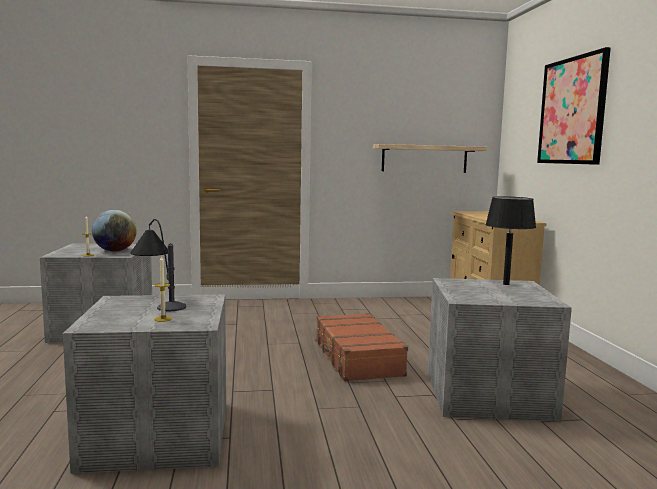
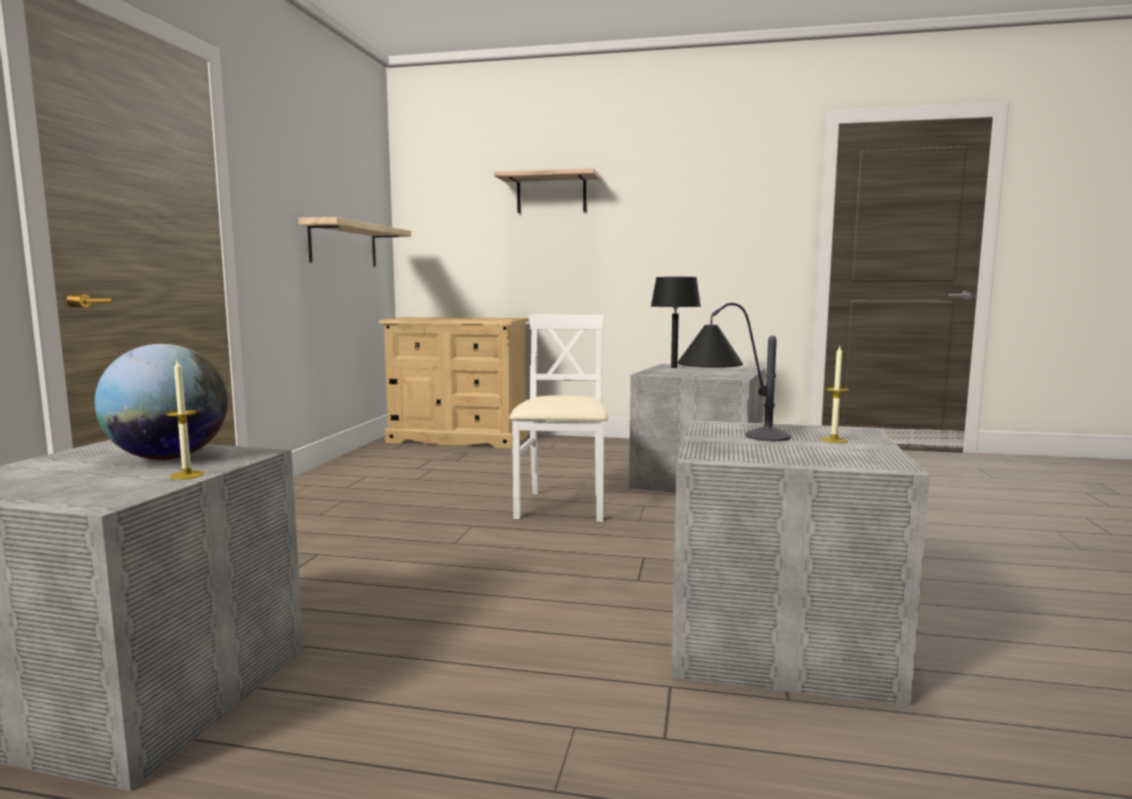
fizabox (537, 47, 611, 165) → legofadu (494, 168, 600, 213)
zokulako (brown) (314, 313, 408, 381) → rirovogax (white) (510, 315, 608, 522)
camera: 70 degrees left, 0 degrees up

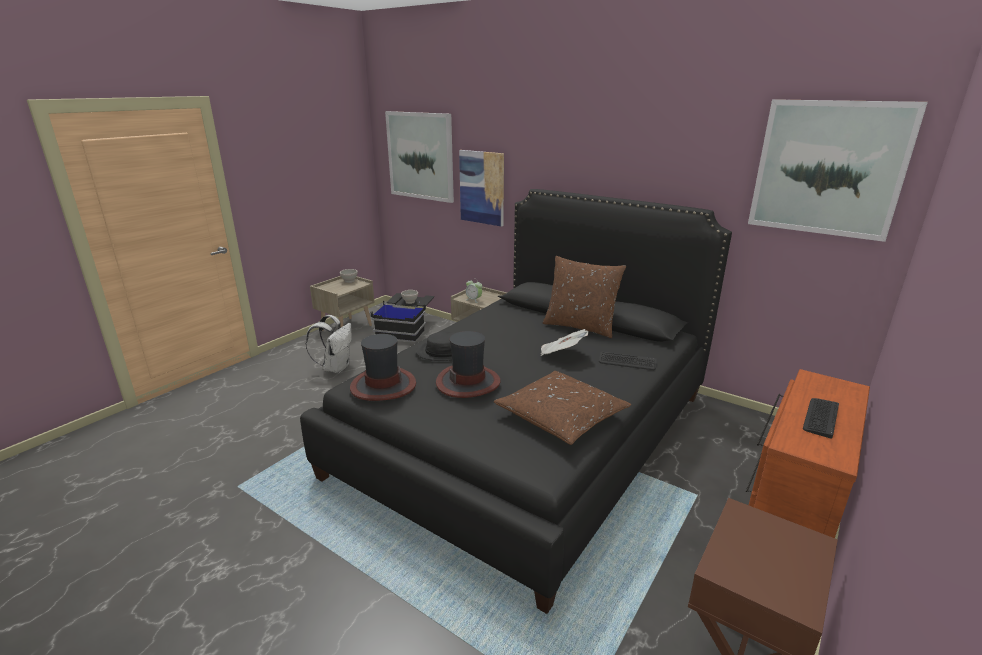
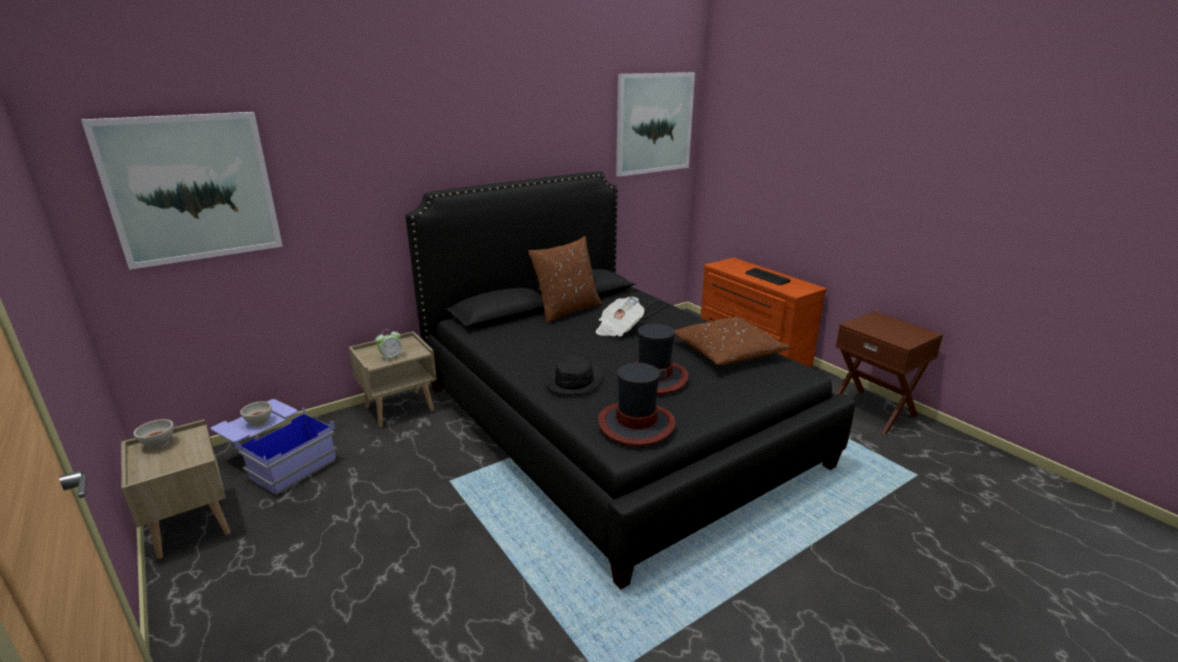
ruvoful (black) (370, 293, 434, 342) → ruvoful (blue) (210, 399, 338, 495)
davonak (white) (306, 315, 352, 373) → -
fizabox (459, 150, 504, 227) → -
camera: 70 degrees left, 0 degrees up

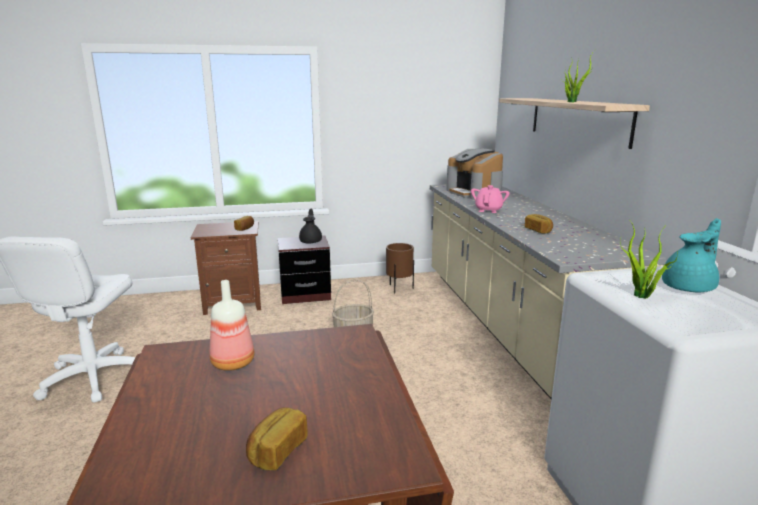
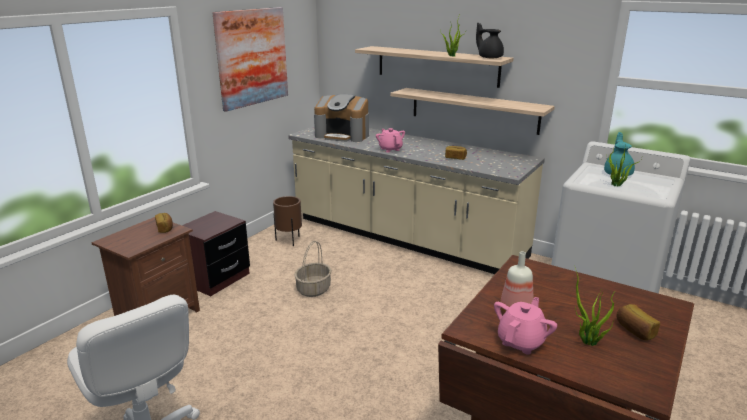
- → fizabox (212, 7, 288, 112)
- → legofadu (390, 88, 555, 135)
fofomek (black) (299, 209, 322, 244) → fofomek (black) (476, 23, 504, 58), move
- → fofomek (pink) (494, 297, 557, 354)
- → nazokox (574, 265, 616, 346)
camera: 45 degrees left, 5 degrees up

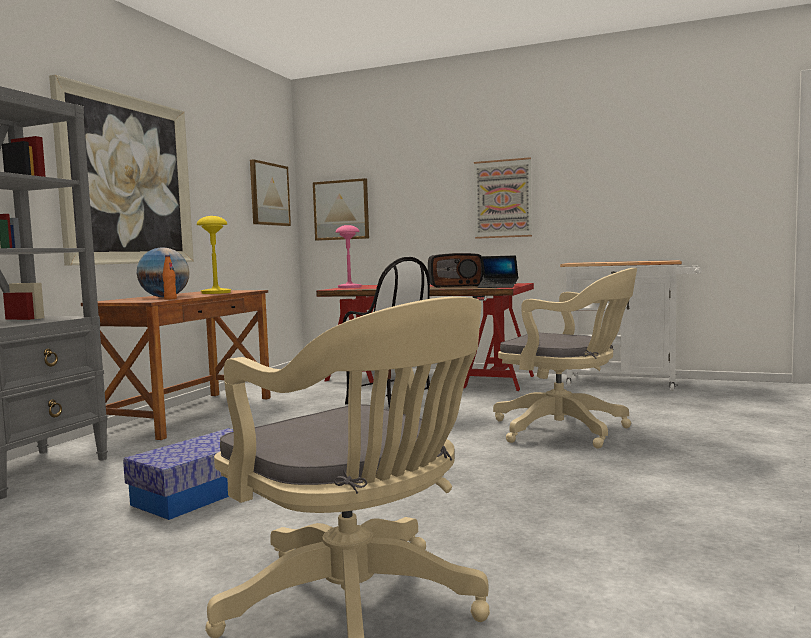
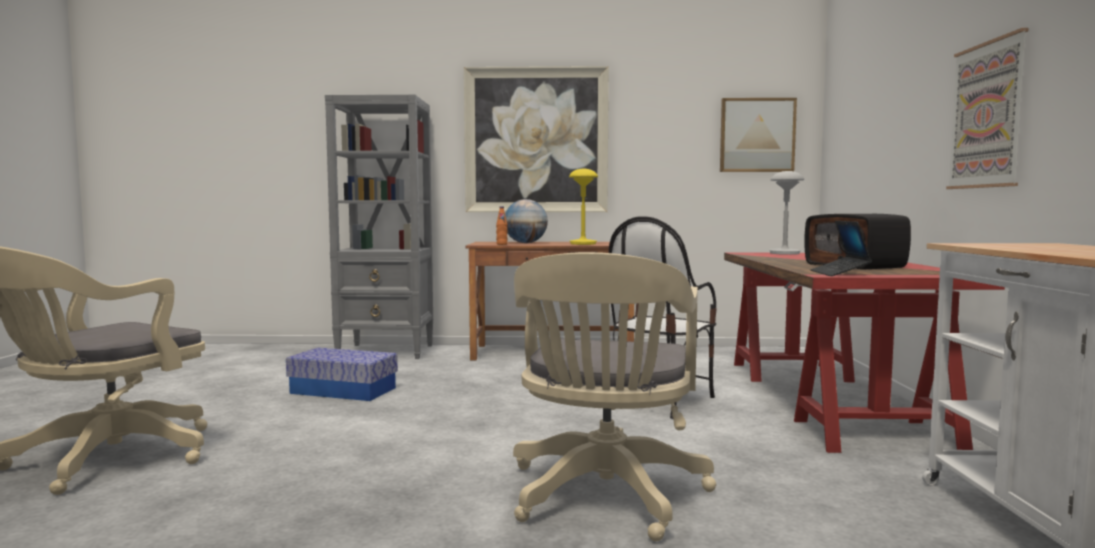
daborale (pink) (336, 225, 361, 288) → daborale (grey) (769, 171, 804, 255)
fizabox (313, 178, 369, 241) → -
camera: 70 degrees right, 0 degrees up

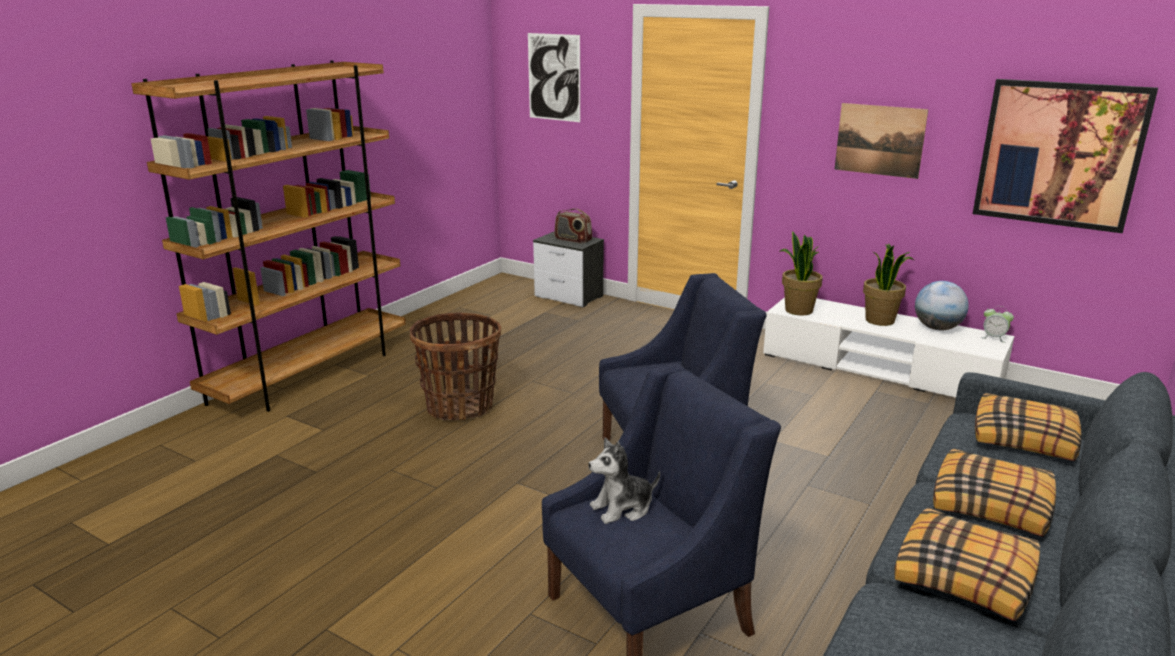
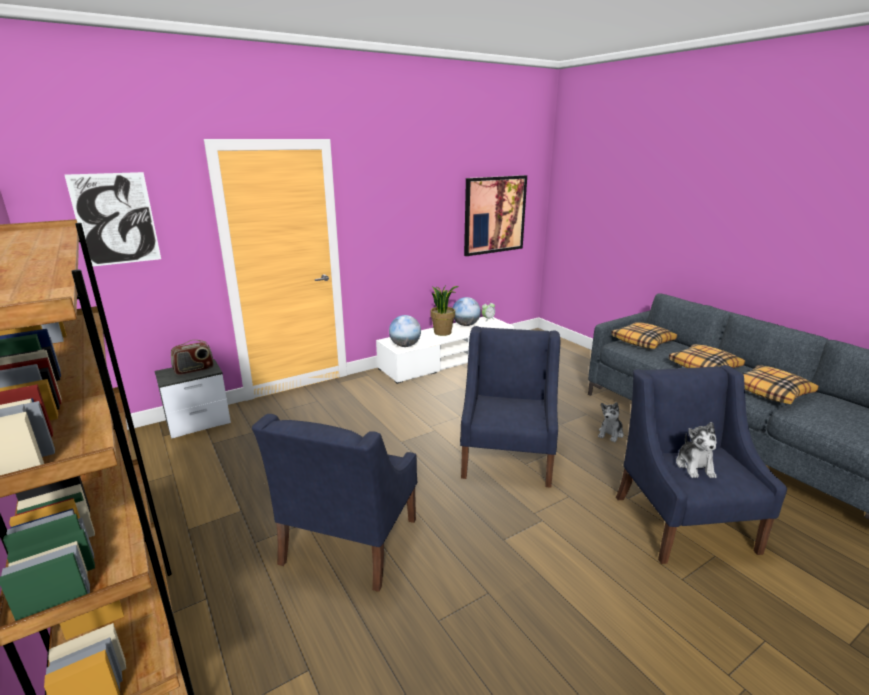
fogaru (410, 313, 501, 420) → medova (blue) (252, 414, 417, 592)
nazokox (779, 231, 823, 316) → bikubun (389, 315, 421, 347)
- → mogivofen (598, 402, 624, 442)
fizabox (835, 103, 928, 179) → -
camera: 65 degrees left, 0 degrees up

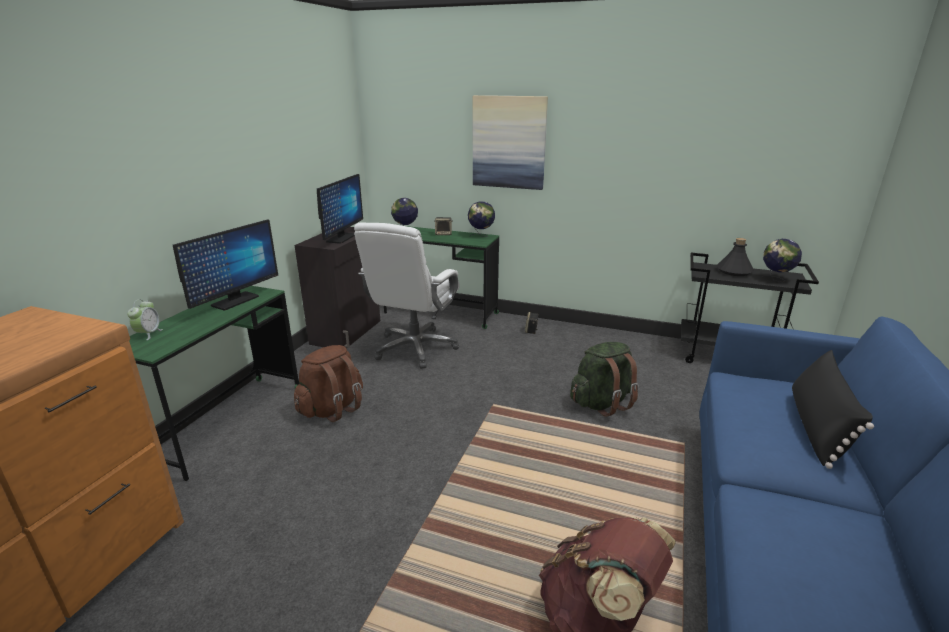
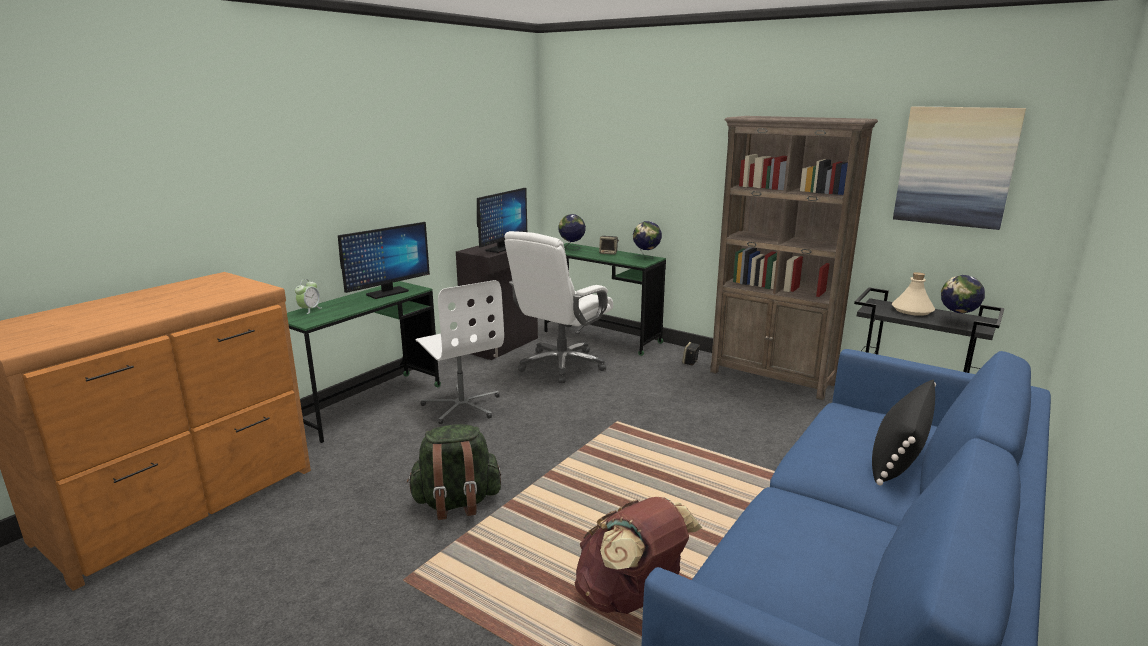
davonak (green) (570, 342, 639, 417) → davonak (green) (407, 424, 501, 520), move
davonak (brown) (294, 345, 363, 422) → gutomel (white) (415, 280, 504, 424)
- → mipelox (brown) (710, 116, 878, 400)
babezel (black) (717, 238, 754, 276) → babezel (beige) (892, 272, 935, 316)
fizabox (473, 95, 548, 190) → fizabox (893, 106, 1026, 230), move
camera: 15 degrees right, 5 degrees down

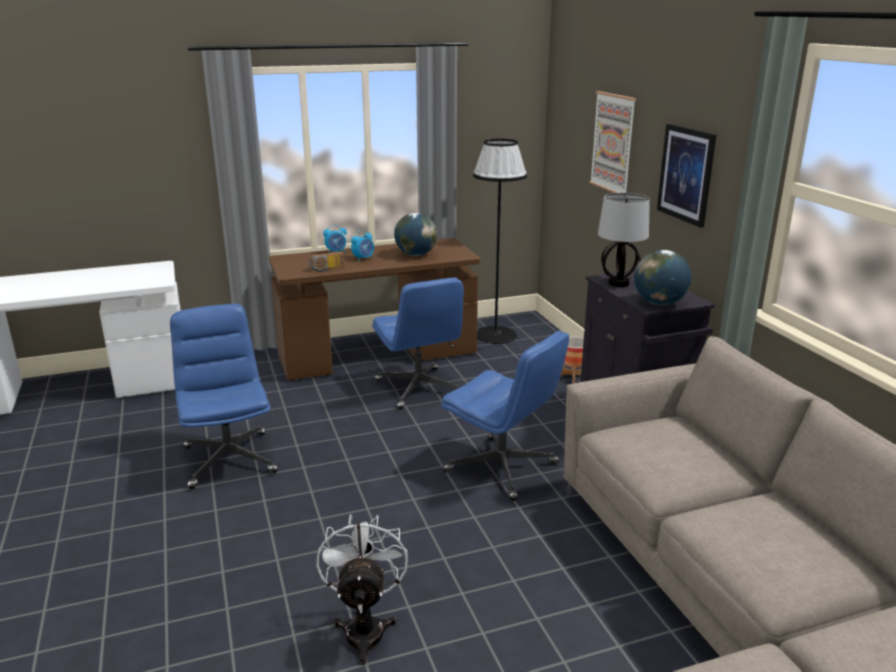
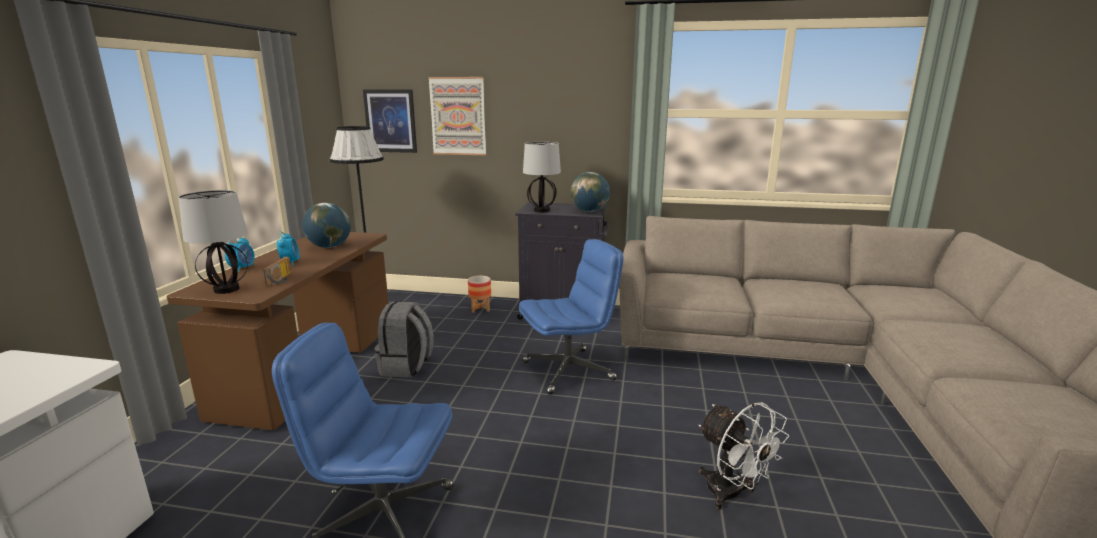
- → daborale (178, 190, 248, 294)
fizabox (657, 124, 716, 228) → fizabox (363, 90, 417, 153), move
gutomel (blue) (372, 278, 464, 409) → davonak (grey) (374, 301, 434, 378)
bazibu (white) (317, 514, 408, 665) → bazibu (white) (699, 402, 789, 510), 150 degrees counterclockwise
camera: 60 degrees left, 5 degrees down

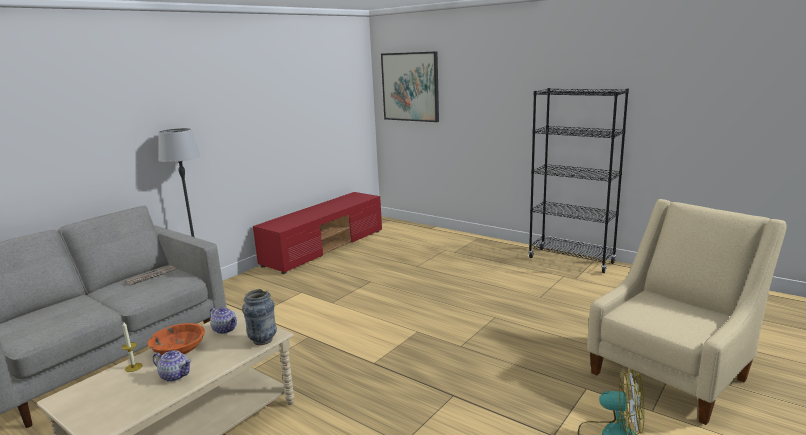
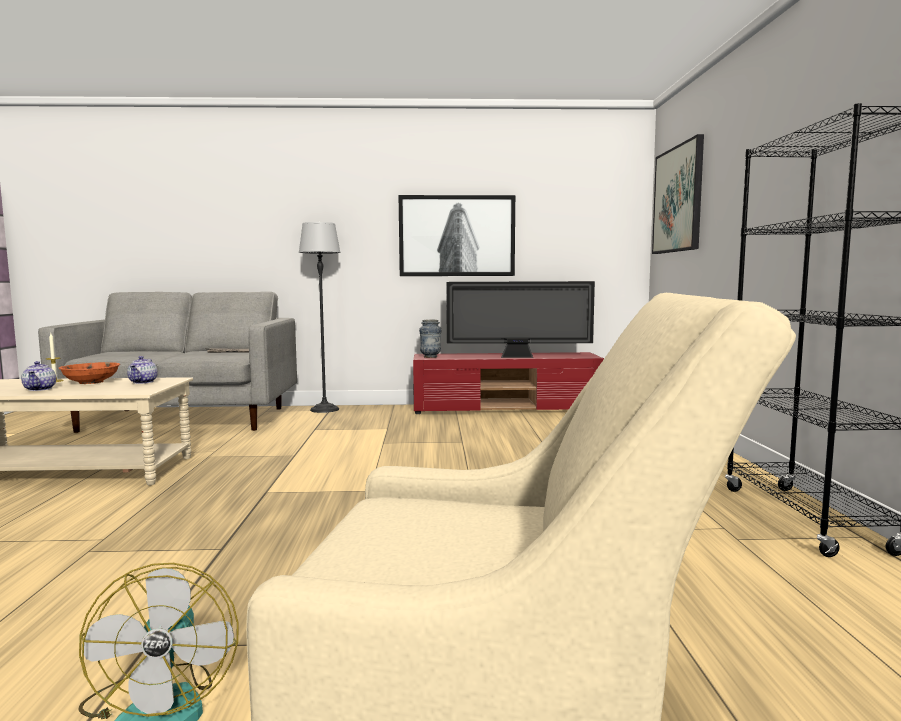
- → fizabox (399, 195, 515, 276)
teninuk (242, 289, 277, 345) → teninuk (419, 320, 442, 358), move
- → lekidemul (446, 281, 595, 358)
camera: 50 degrees right, 10 degrees down

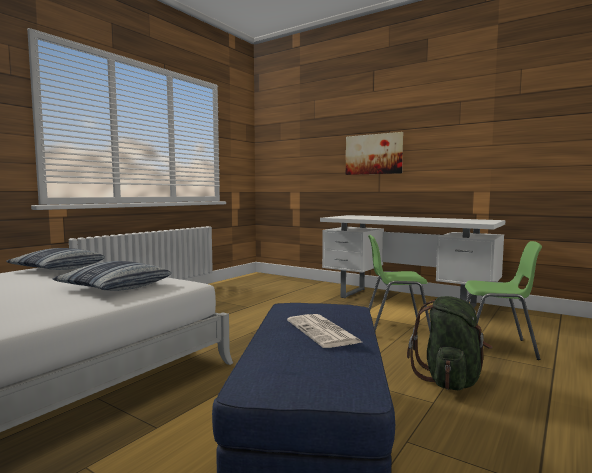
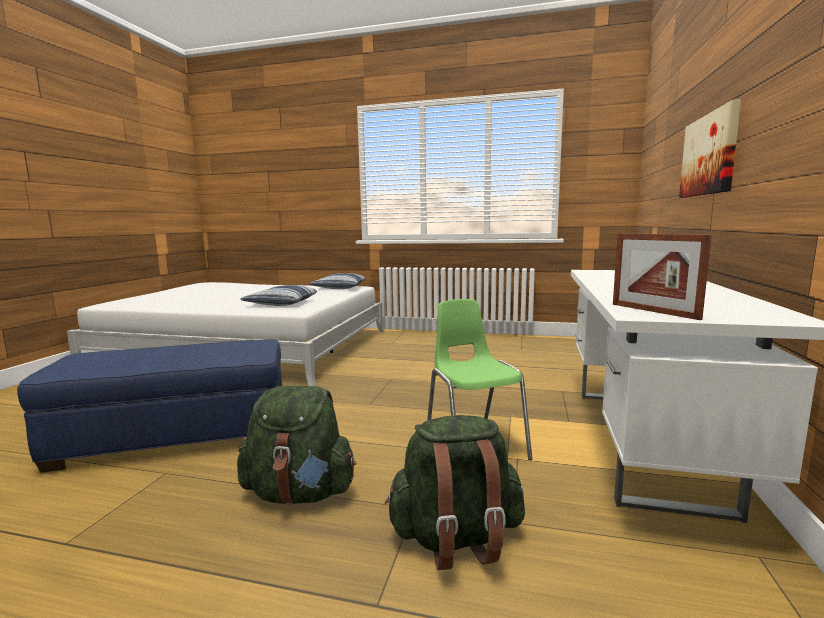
rirovogax (green) (465, 241, 542, 360) → davonak (green) (385, 415, 525, 570)
- → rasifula (613, 233, 712, 320)
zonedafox (287, 314, 364, 348) → -
camera: 70 degrees right, 5 degrees up

